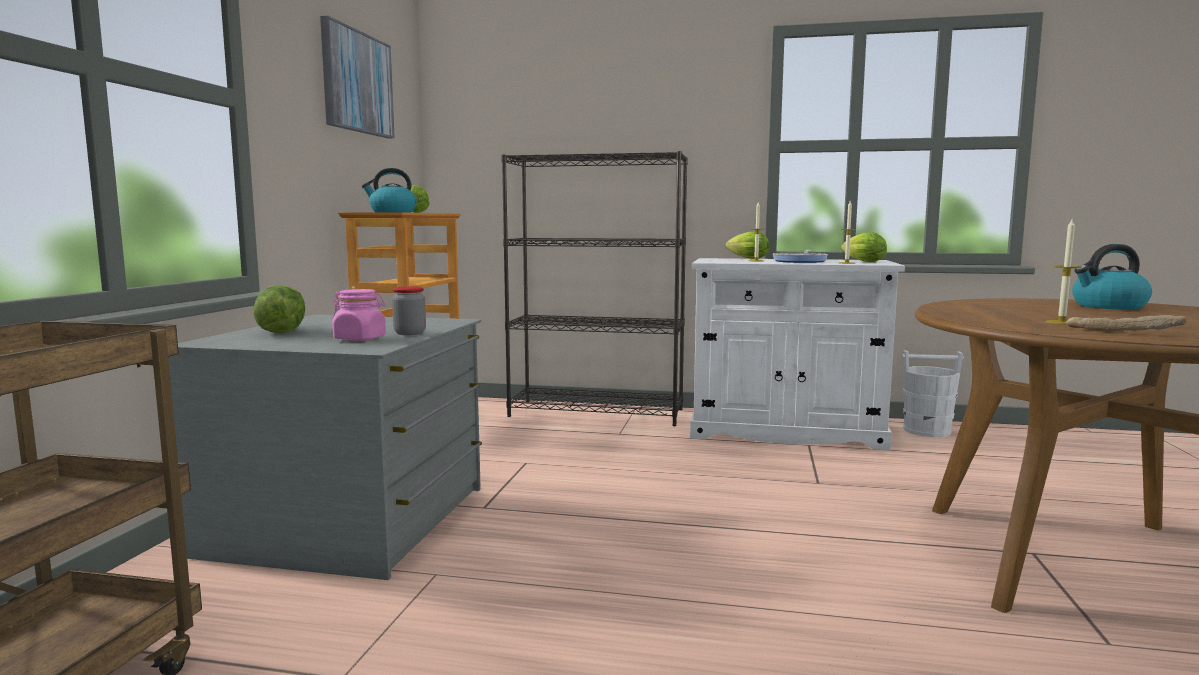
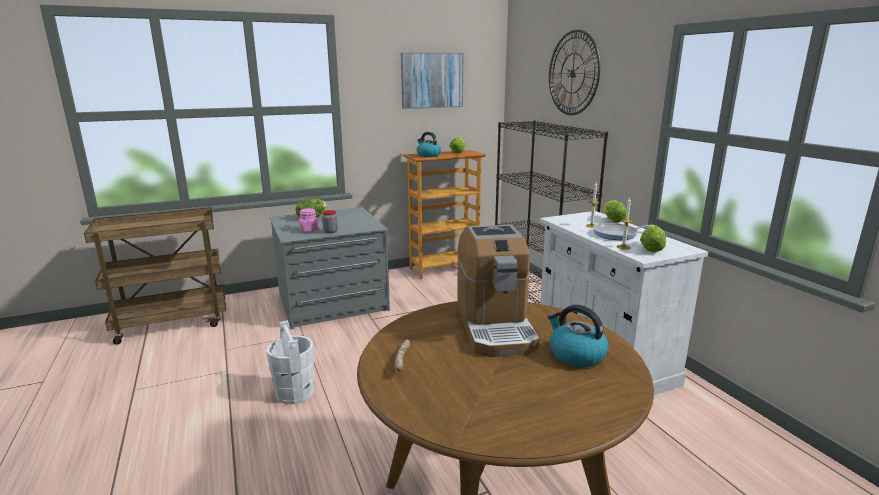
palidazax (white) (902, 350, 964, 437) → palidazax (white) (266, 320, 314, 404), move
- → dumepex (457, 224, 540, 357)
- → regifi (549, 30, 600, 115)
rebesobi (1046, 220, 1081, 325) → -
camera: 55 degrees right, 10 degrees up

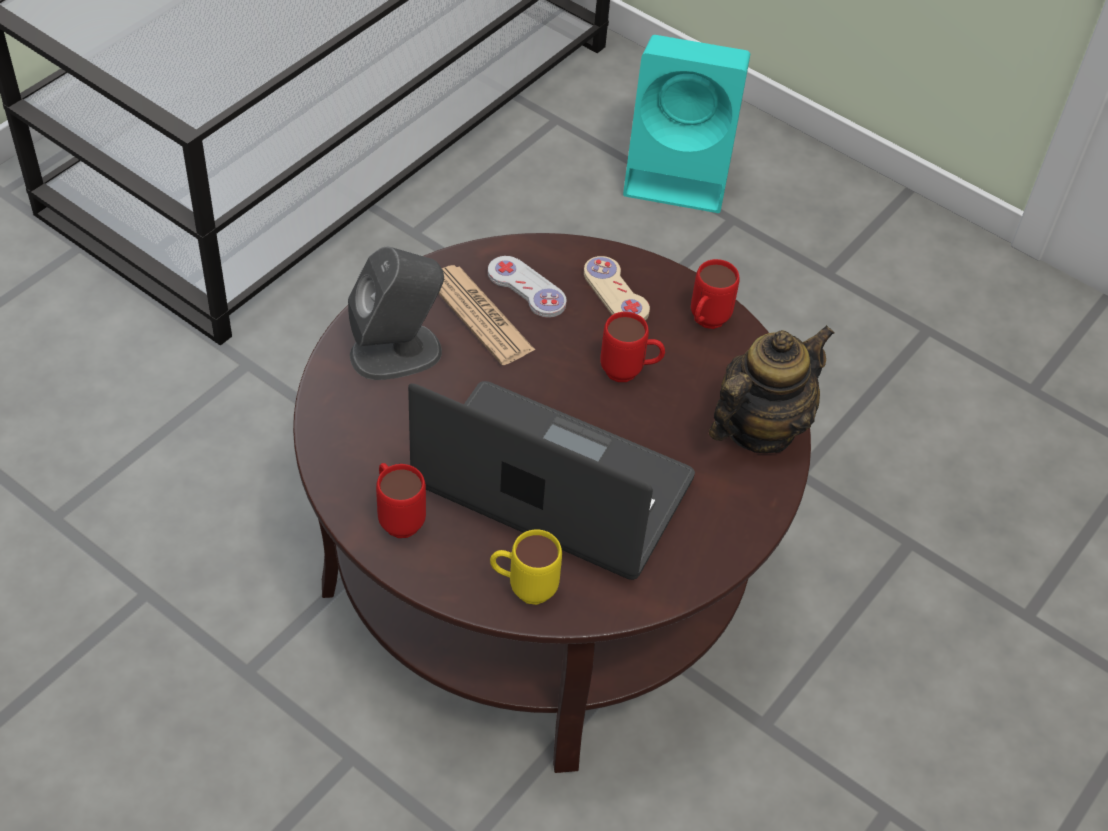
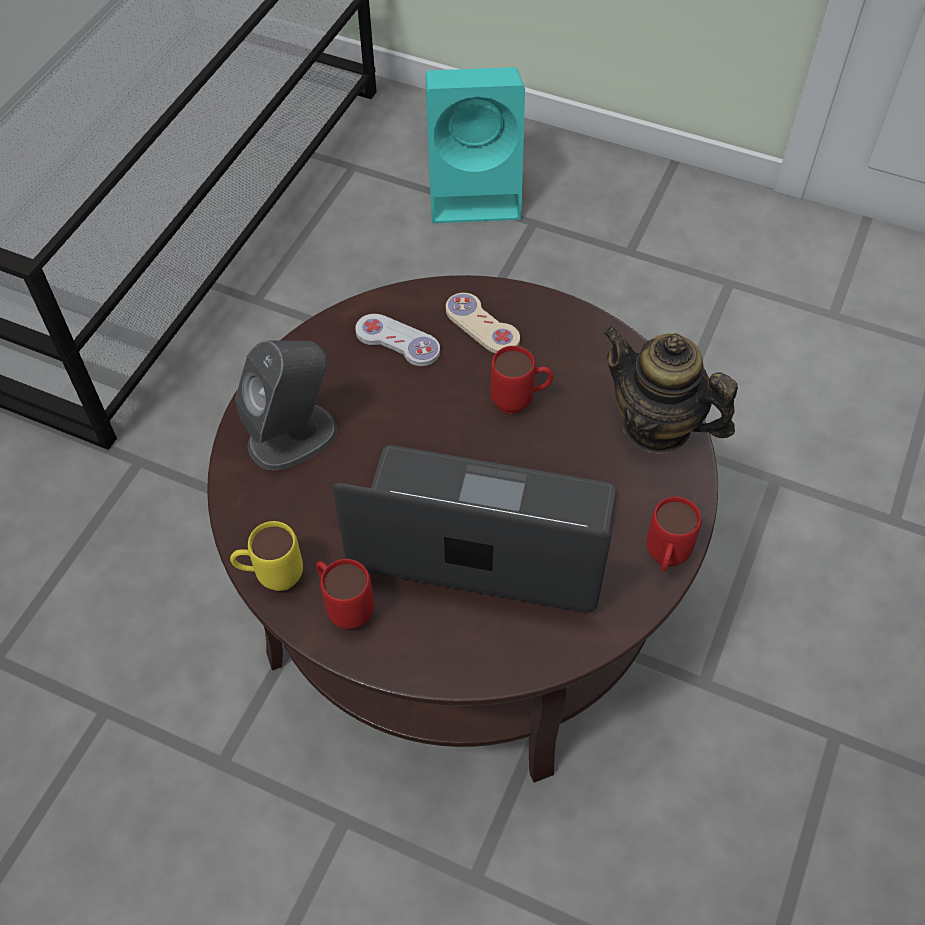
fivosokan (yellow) (490, 529, 562, 605) → fivosokan (yellow) (230, 521, 303, 591), move
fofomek (709, 325, 834, 453) → fofomek (603, 326, 738, 454), 90 degrees counterclockwise
fivosokan (red) (691, 259, 739, 329) → fivosokan (red) (646, 497, 701, 572), move
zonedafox (438, 265, 535, 365) → -
camera: 10 degrees left, 5 degrees up

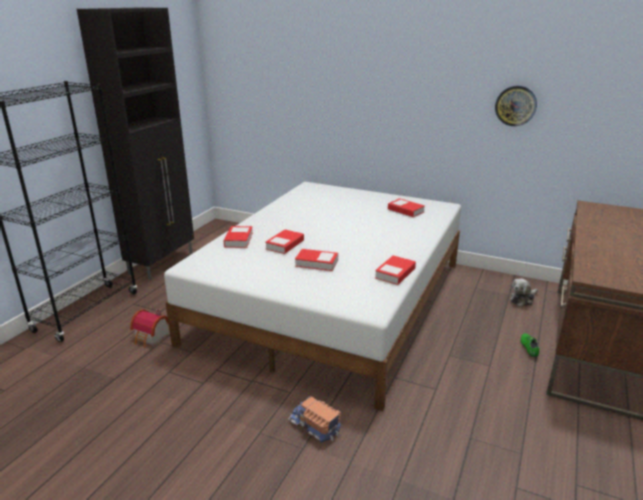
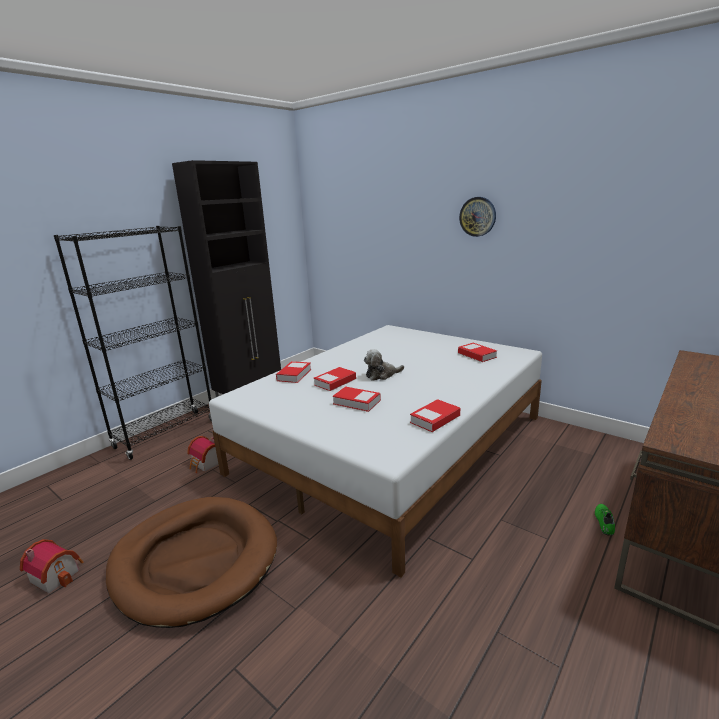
- → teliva (20, 539, 83, 594)
- → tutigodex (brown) (106, 497, 277, 628)
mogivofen (510, 279, 538, 307) → mogivofen (364, 349, 404, 380), move
regifi (495, 86, 537, 126) → regifi (459, 197, 496, 237), move
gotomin (288, 396, 341, 443) → -
camera: 15 degrees right, 5 degrees down

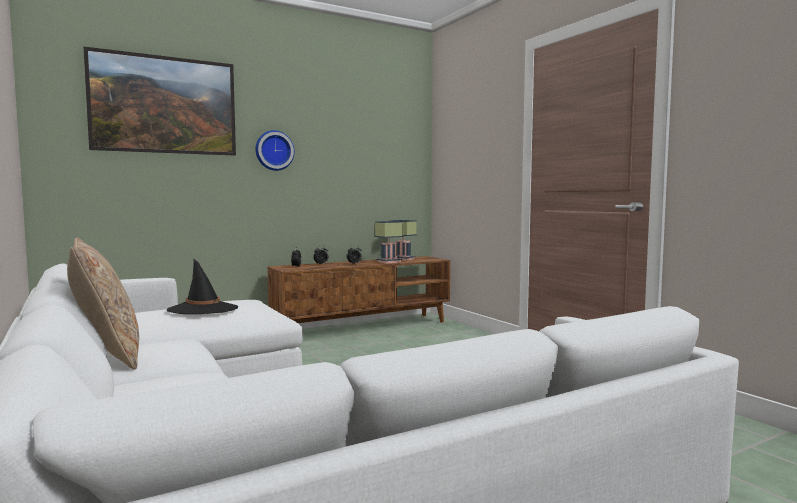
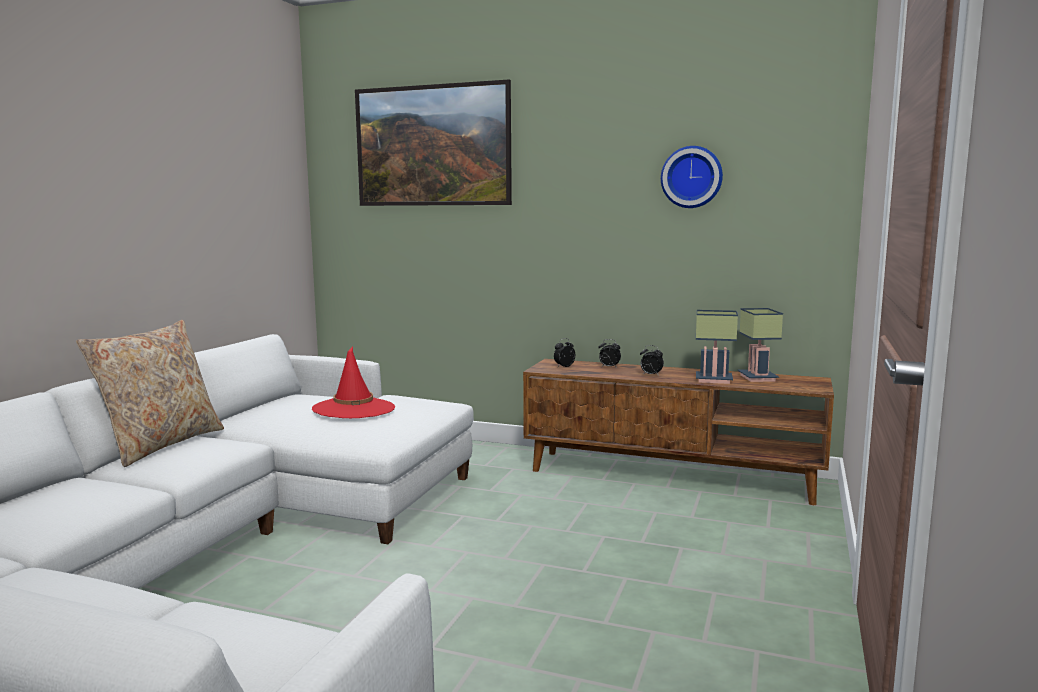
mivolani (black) (167, 259, 238, 314) → mivolani (red) (312, 347, 395, 418)
regifi (255, 130, 294, 171) → regifi (661, 146, 723, 208), move
camera: 50 degrees right, 5 degrees up

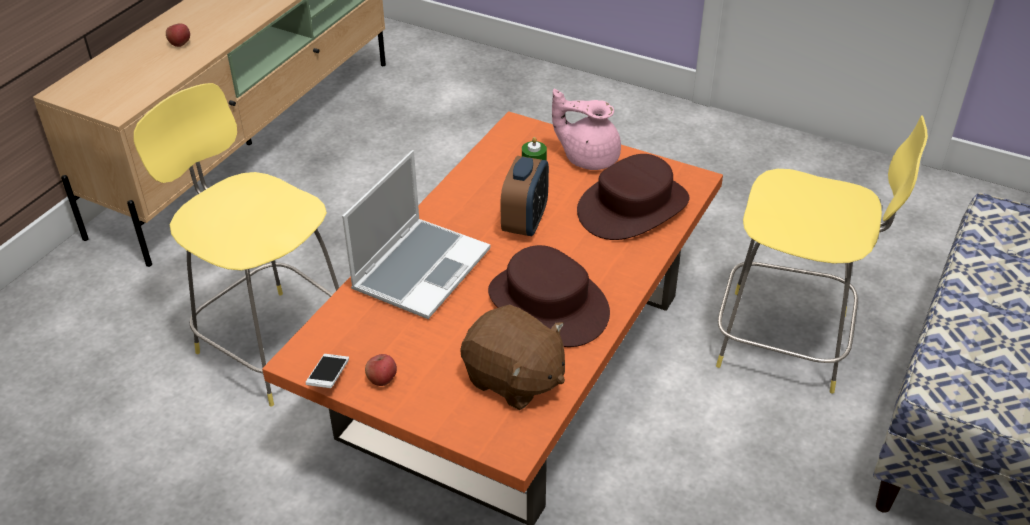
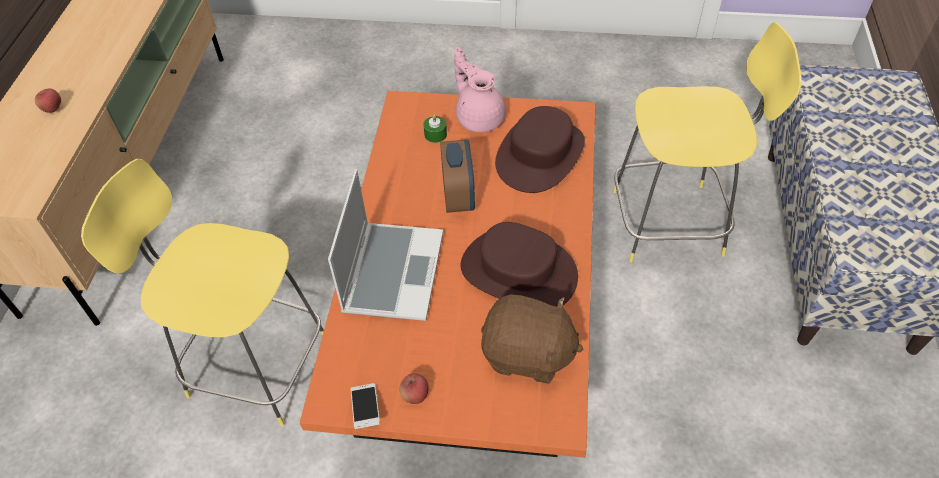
fofomek (pink) (552, 89, 621, 170) → fofomek (pink) (455, 47, 506, 132), 60 degrees clockwise
camera: 20 degrees left, 10 degrees up

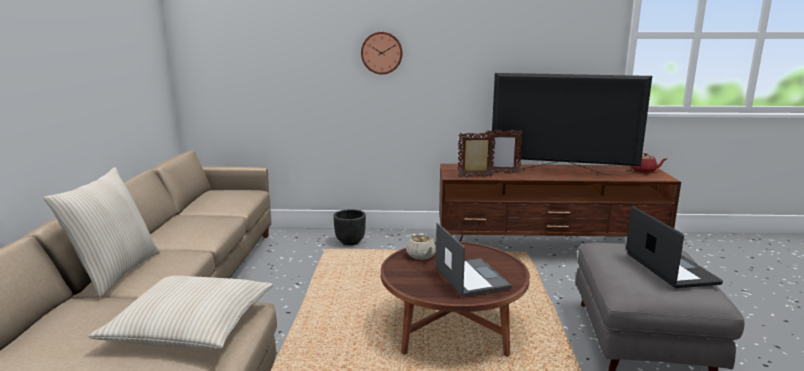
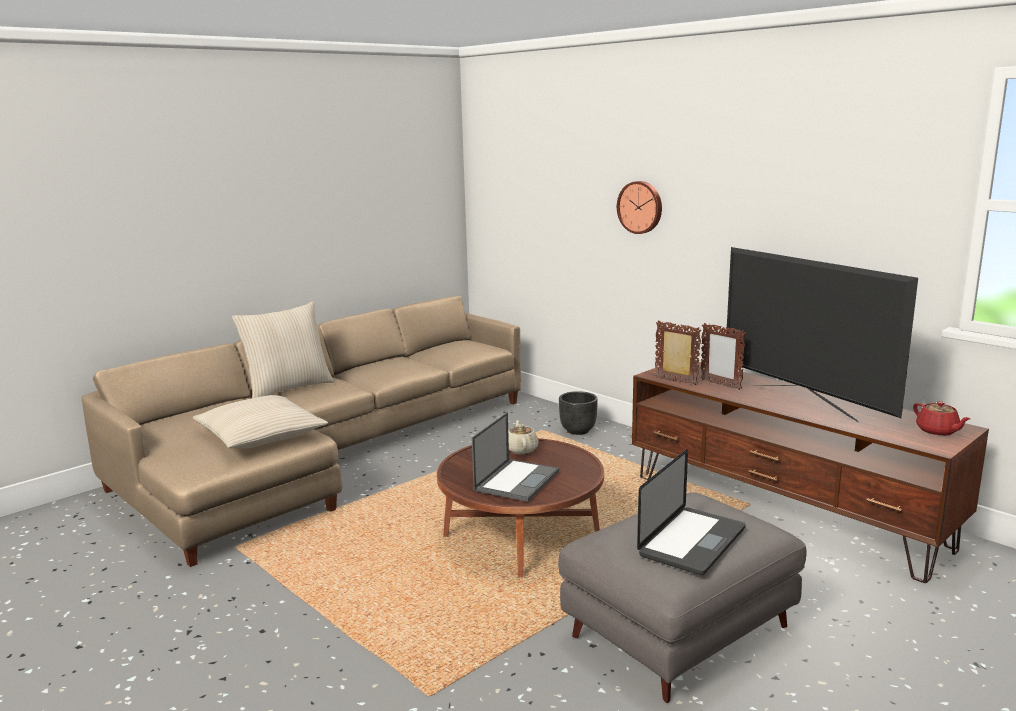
fofomek (beige) (406, 233, 436, 260) → fofomek (beige) (508, 420, 538, 454), 150 degrees clockwise
camera: 45 degrees right, 0 degrees up

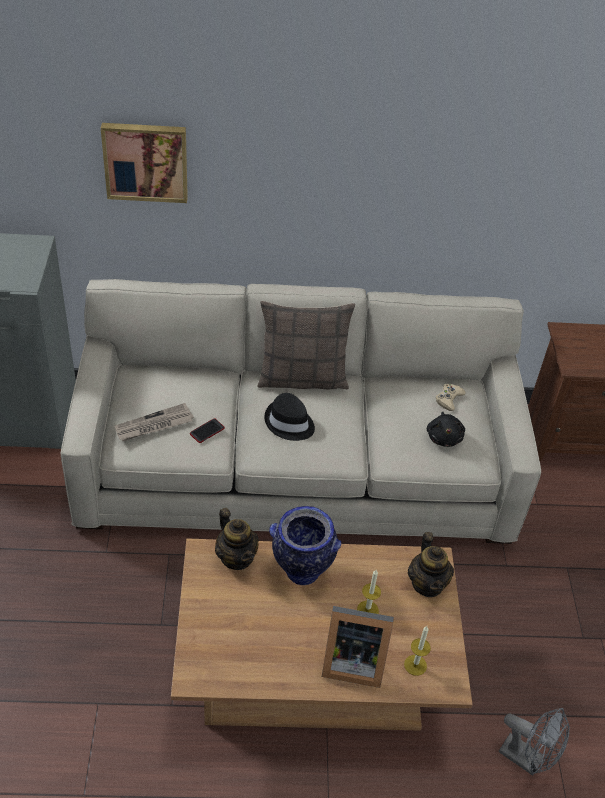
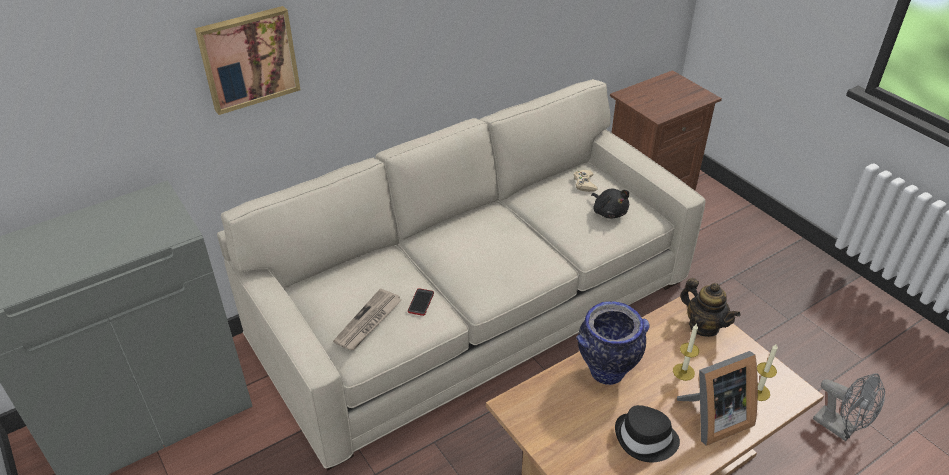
mivolani (black) (265, 393, 315, 441) → mivolani (black) (615, 405, 680, 462), move
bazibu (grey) (499, 708, 570, 776) → bazibu (grey) (813, 373, 885, 441), 45 degrees clockwise
fofomek (215, 508, 259, 570) → -
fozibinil (257, 301, 355, 390) → -
camera: 30 degrees left, 5 degrees down

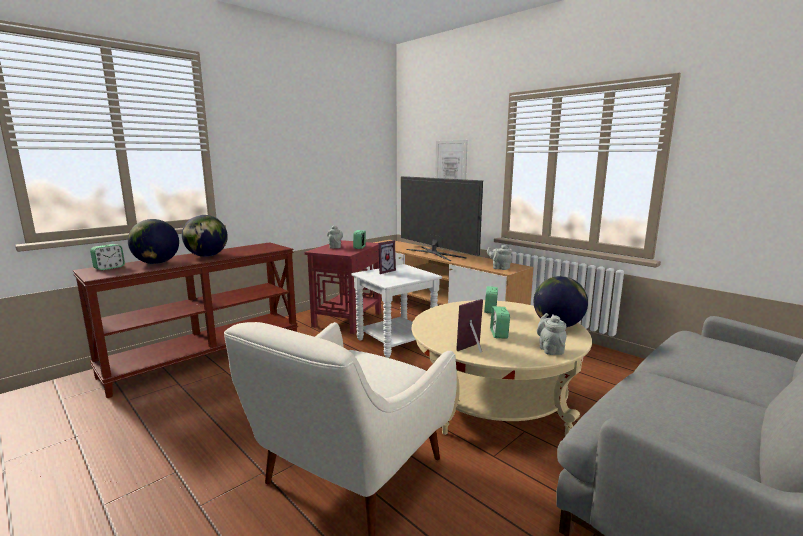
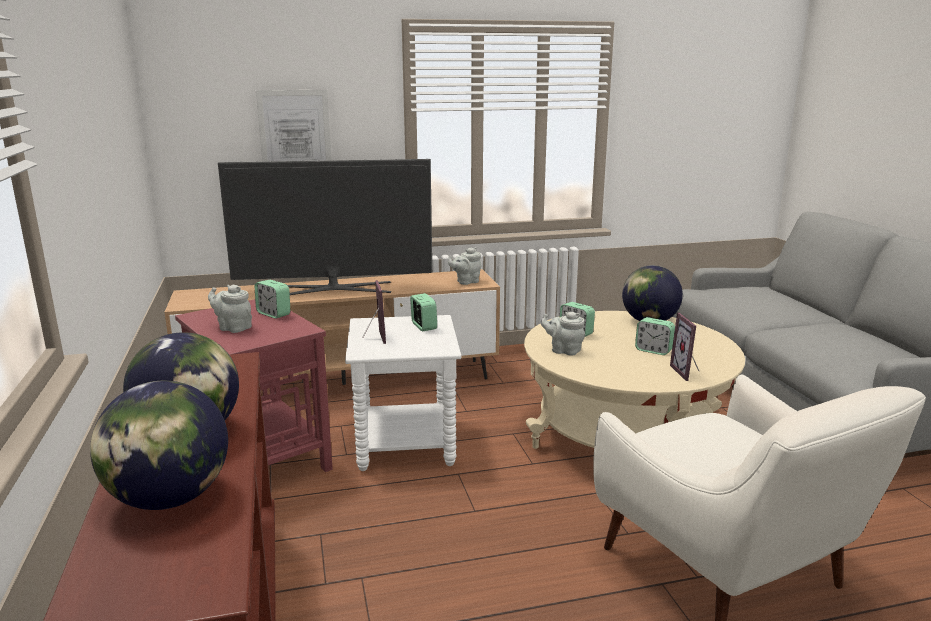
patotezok (90, 244, 125, 270) → patotezok (410, 293, 437, 331), move
fofomek (grey) (537, 313, 566, 355) → fofomek (grey) (541, 311, 585, 356), move
camera: 60 degrees left, 5 degrees up

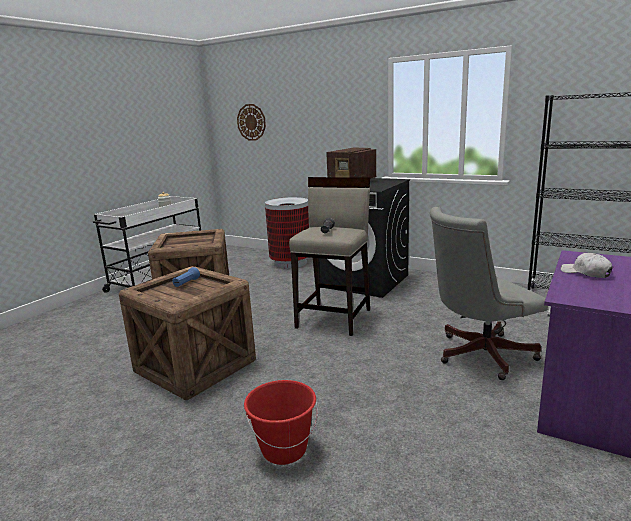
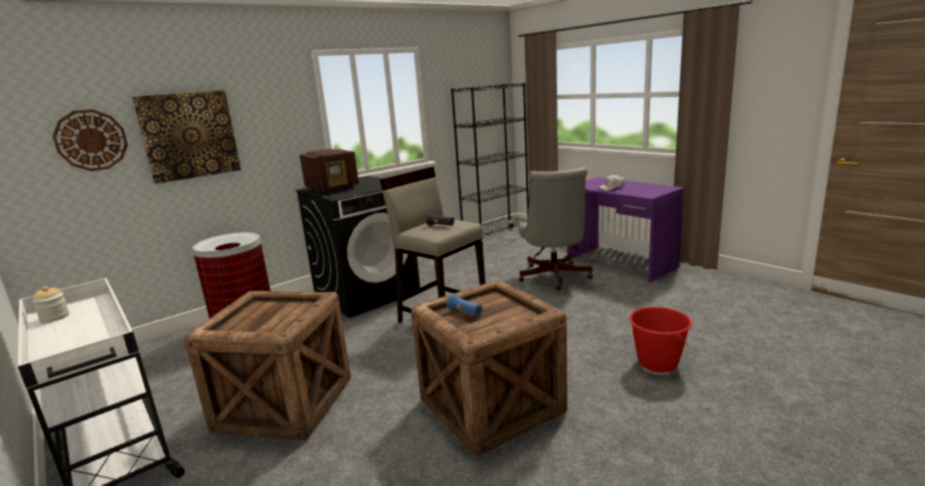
- → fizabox (132, 90, 241, 184)
camera: 70 degrees left, 0 degrees up

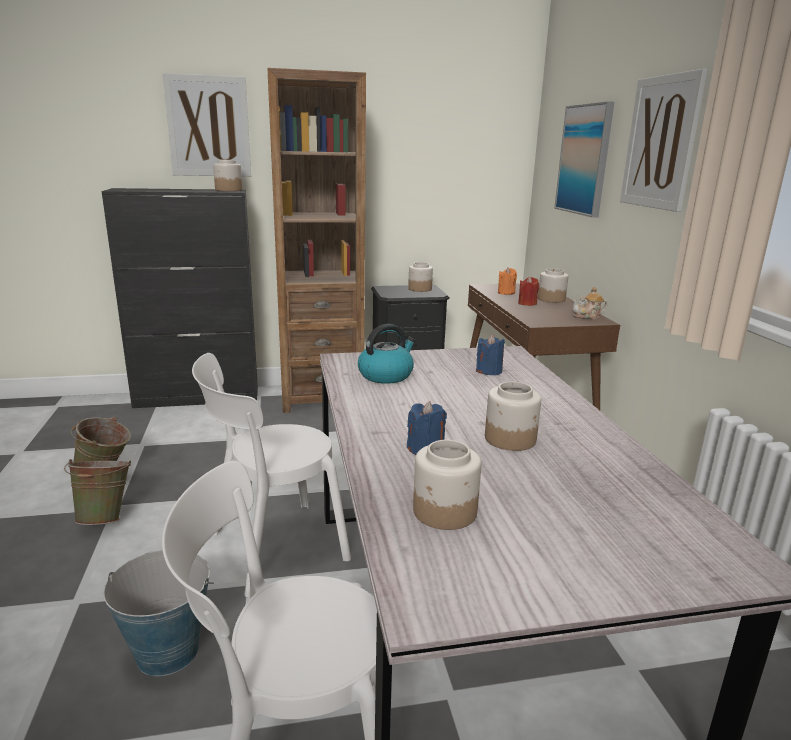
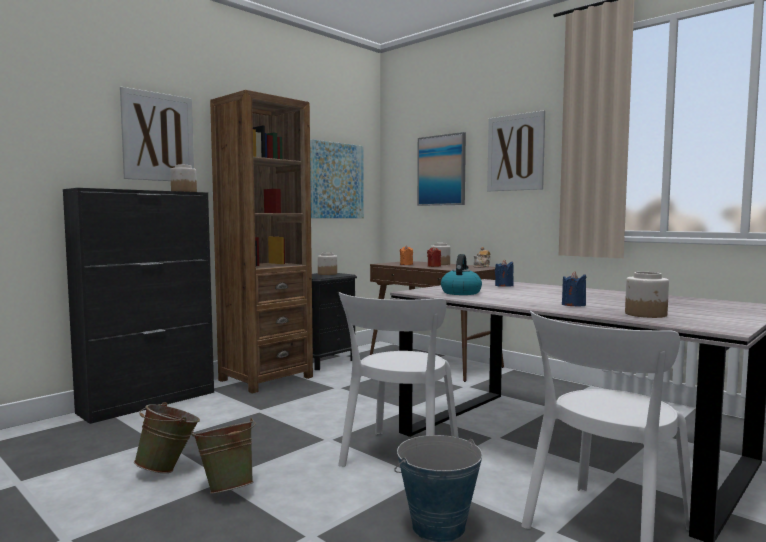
- → fizabox (310, 139, 364, 218)
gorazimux (485, 381, 541, 451) → -
camera: 35 degrees left, 15 degrees down

